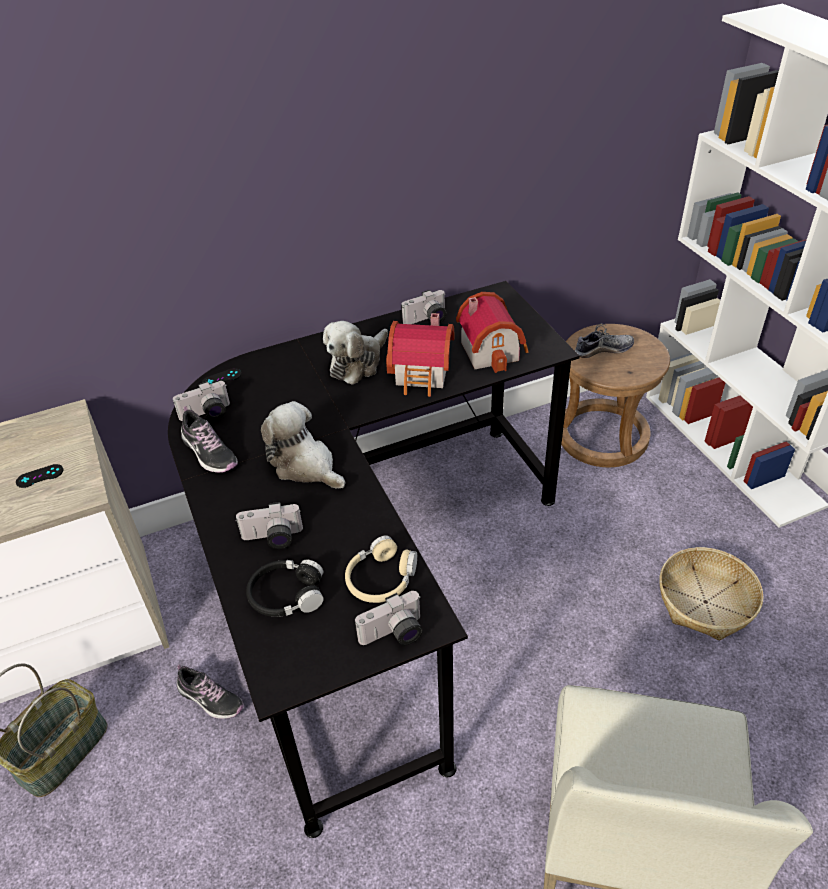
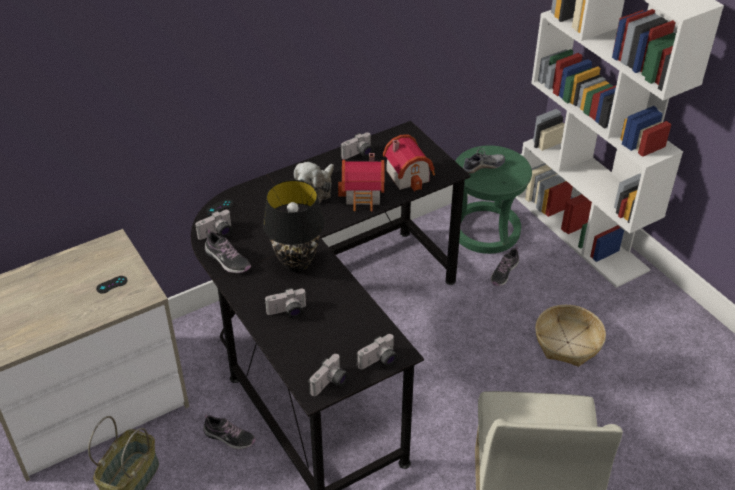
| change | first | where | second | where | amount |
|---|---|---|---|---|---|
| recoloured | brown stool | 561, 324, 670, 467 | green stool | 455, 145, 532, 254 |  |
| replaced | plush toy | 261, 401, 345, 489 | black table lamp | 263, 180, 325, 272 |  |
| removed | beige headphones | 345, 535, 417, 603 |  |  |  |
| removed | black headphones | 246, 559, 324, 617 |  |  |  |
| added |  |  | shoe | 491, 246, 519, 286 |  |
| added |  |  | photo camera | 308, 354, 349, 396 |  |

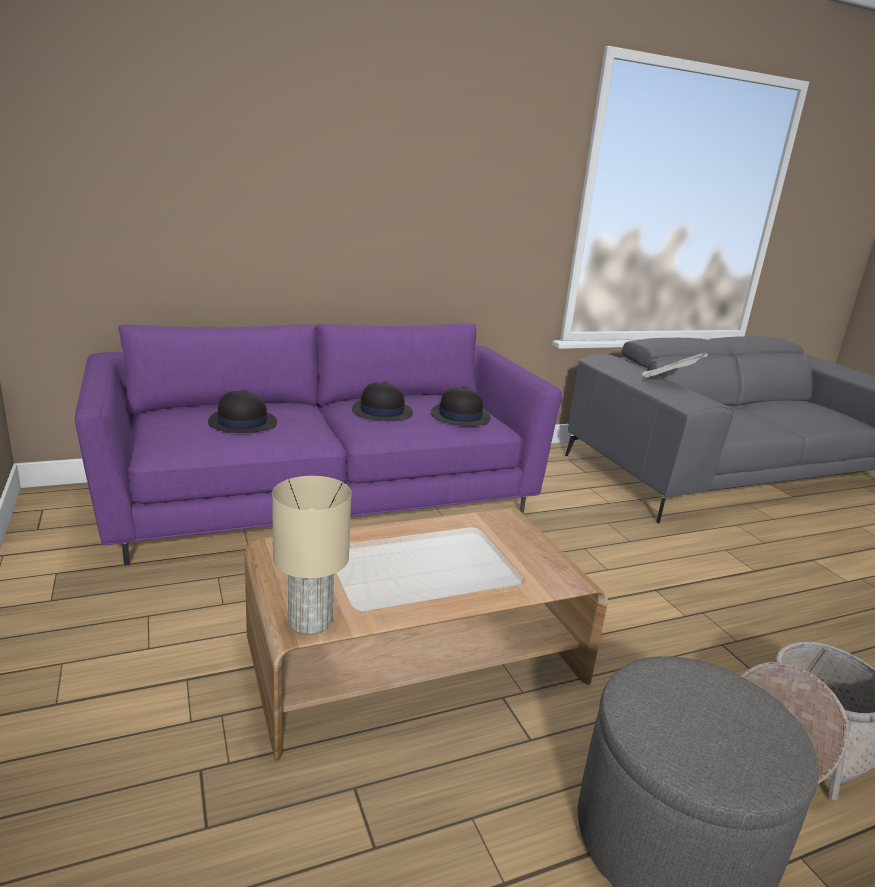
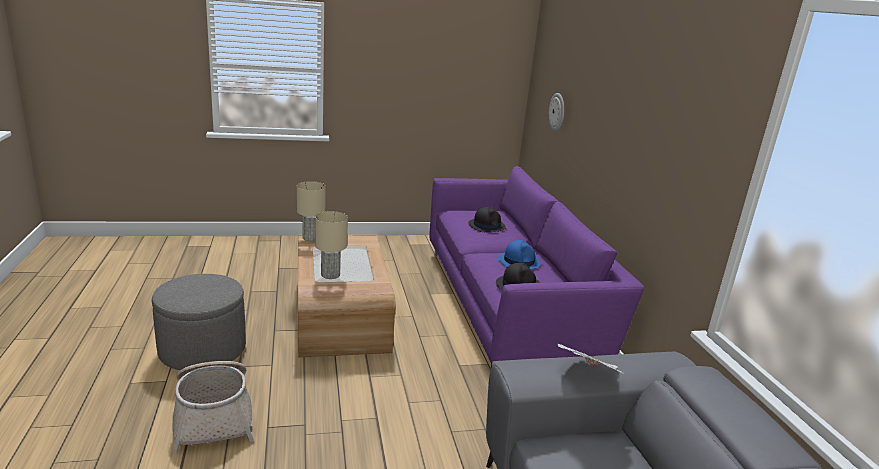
| change | first | where | second | where | amount |
|---|---|---|---|---|---|
| recoloured | black hat | 352, 381, 413, 421 | blue hat | 498, 240, 541, 270 |  |
| added |  |  | wall clock | 549, 93, 564, 131 |  |
| added |  |  | beige table lamp | 315, 211, 348, 279 |  |

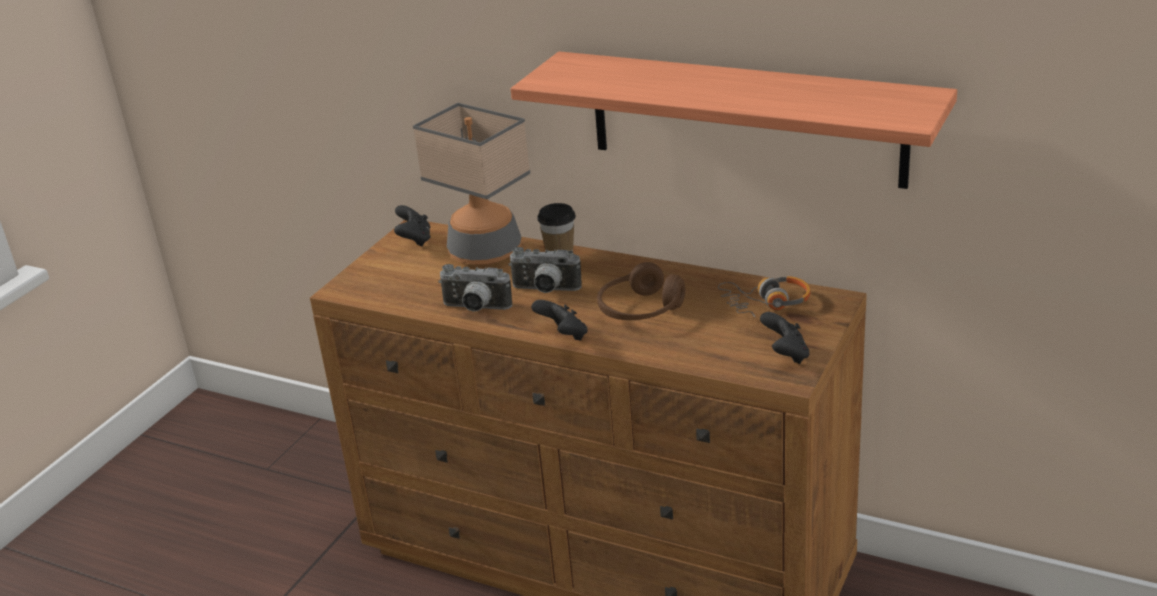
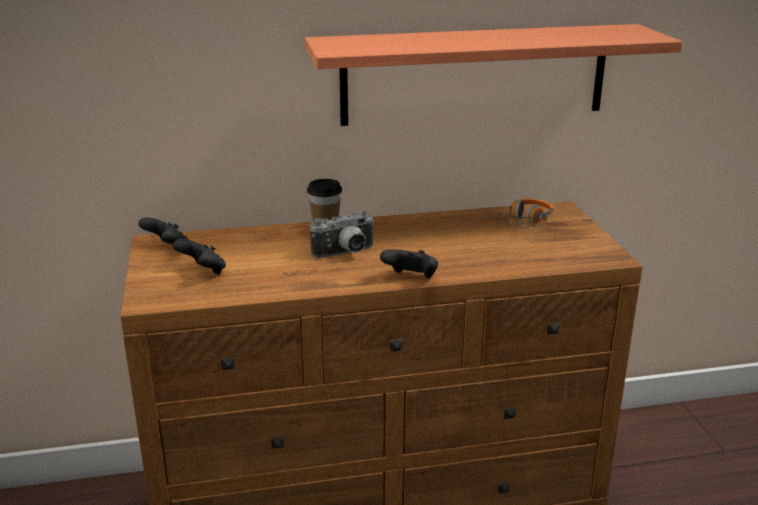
| change | first | where | second | where | amount |
|---|---|---|---|---|---|
| removed | table lamp | 413, 103, 530, 265 |  |  |  |
| removed | brown headphones | 597, 262, 685, 320 |  |  |  |
| removed | photo camera | 438, 264, 512, 312 |  |  |  |
| moved | black game controller | 760, 312, 810, 364 |  | 173, 239, 226, 275 |  |

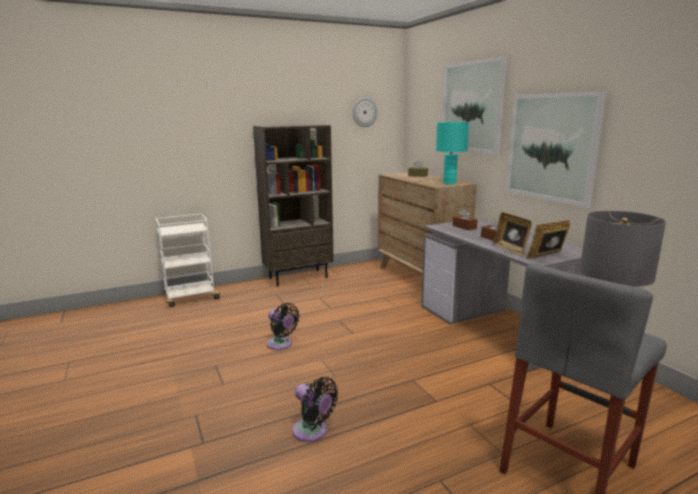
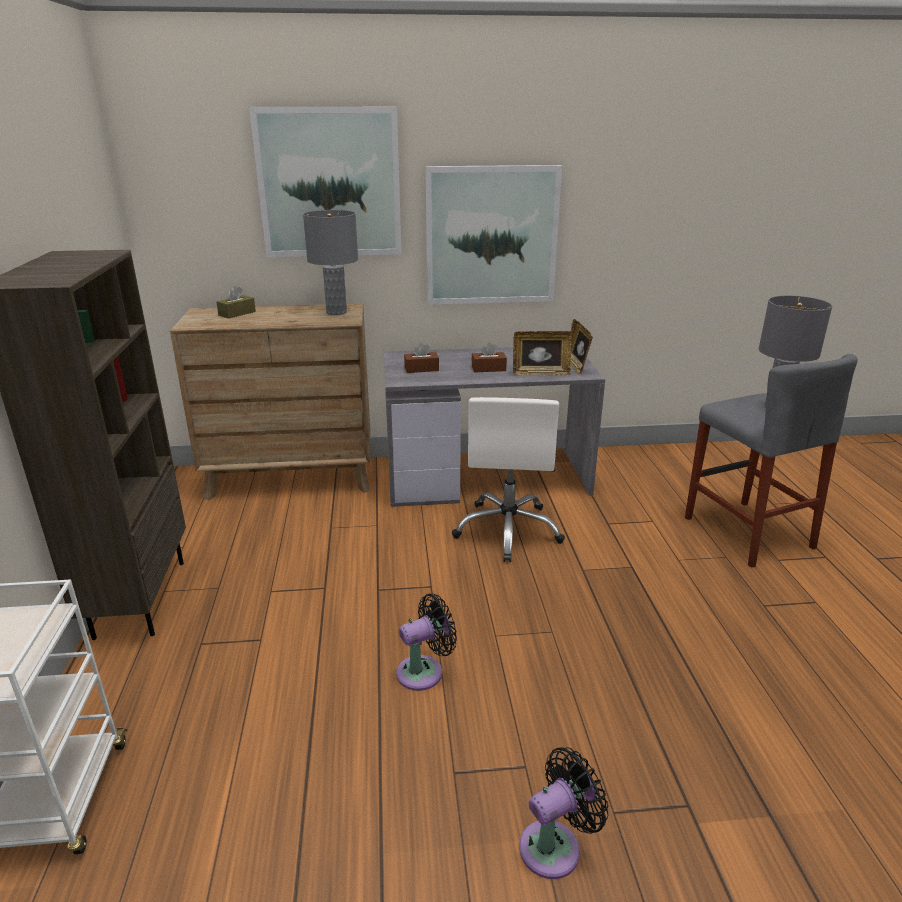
| change | first | where | second | where | amount |
|---|---|---|---|---|---|
| removed | wall clock | 352, 98, 378, 127 |  |  |  |
| recoloured | turquoise table lamp | 436, 122, 469, 184 | grey table lamp | 303, 210, 358, 315 |  |
| moved | black fan | 292, 377, 338, 442 |  | 519, 747, 609, 879 |  |
| added |  |  | white office chair | 452, 397, 565, 562 |  |

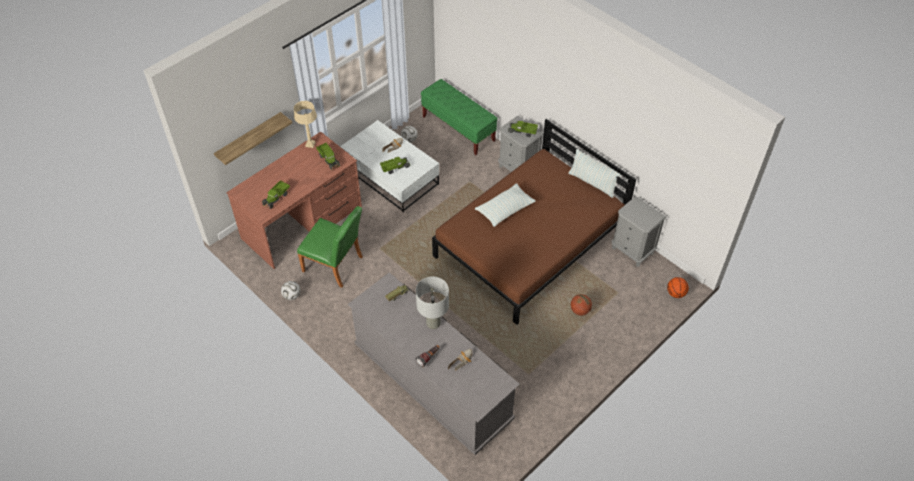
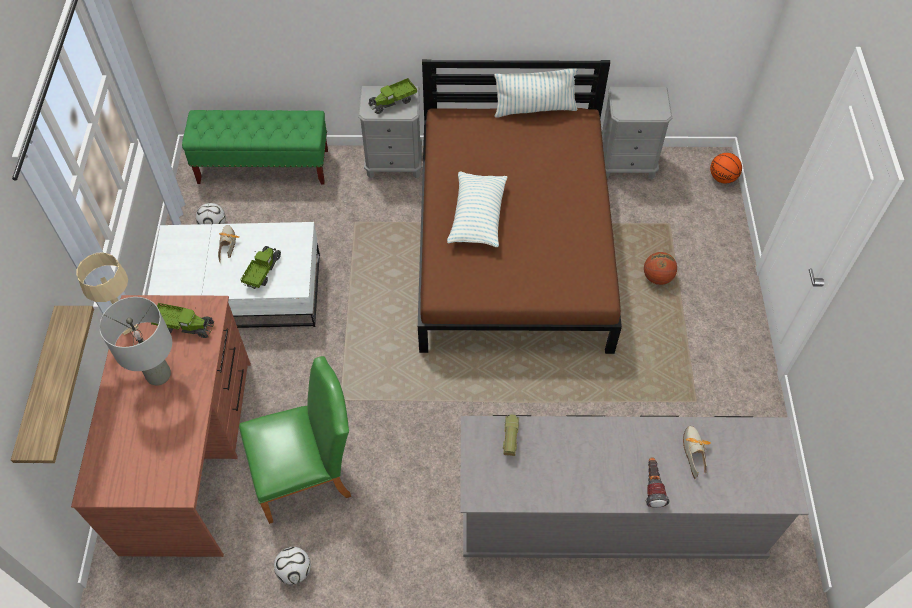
| change | first | where | second | where | amount |
|---|---|---|---|---|---|
| removed | toy truck | 262, 180, 290, 209 |  |  |  |
| moved | grey table lamp | 416, 277, 449, 329 |  | 99, 297, 172, 386 |  |

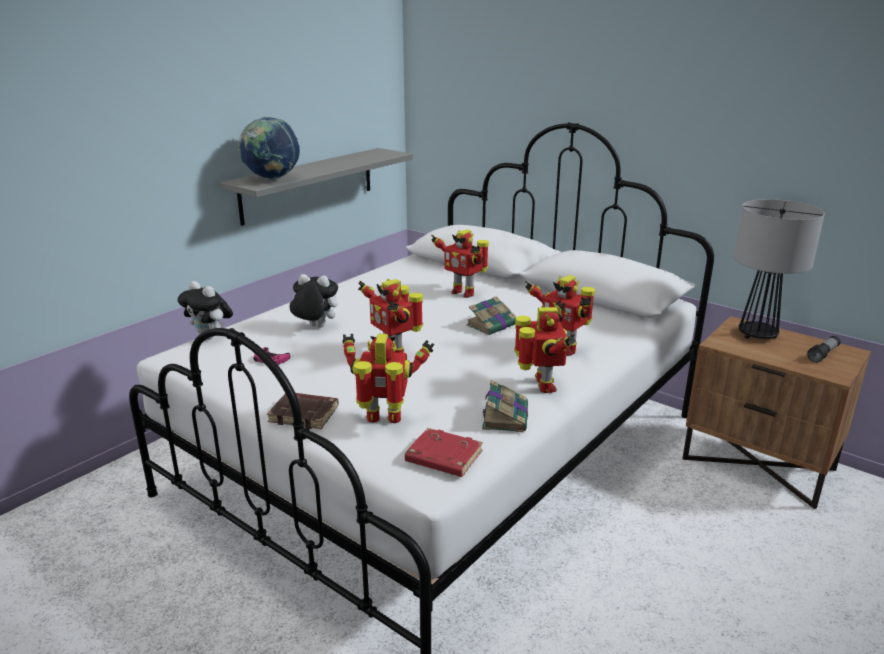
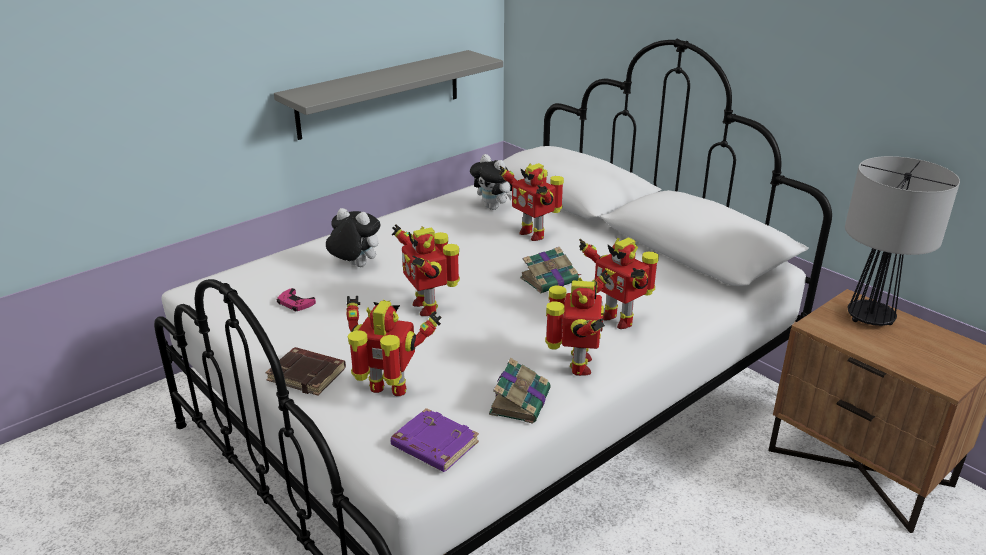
| change | first | where | second | where | amount |
|---|---|---|---|---|---|
| removed | globe | 238, 116, 300, 180 |  |  |  |
| moved | plush toy | 177, 281, 233, 340 |  | 470, 154, 512, 210 |  |
| removed | flashlight | 807, 336, 841, 362 |  |  |  |
| recoloured | red book | 405, 428, 483, 477 | purple book | 390, 408, 479, 472 |  |

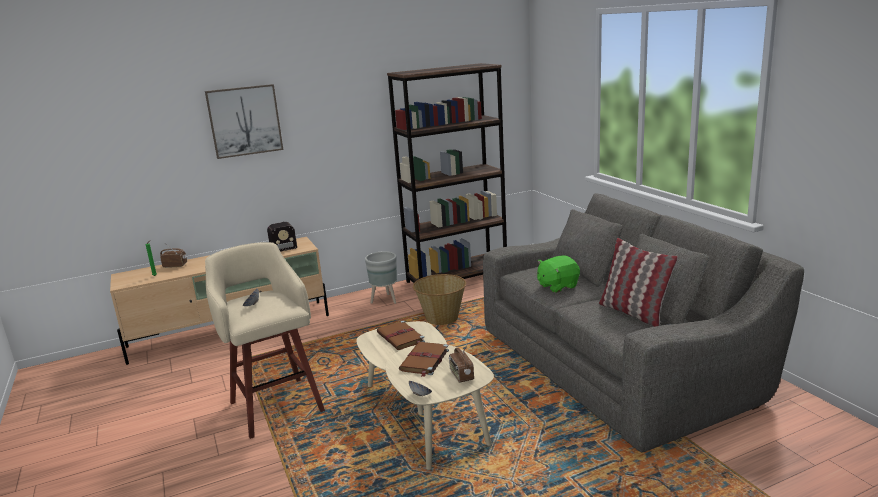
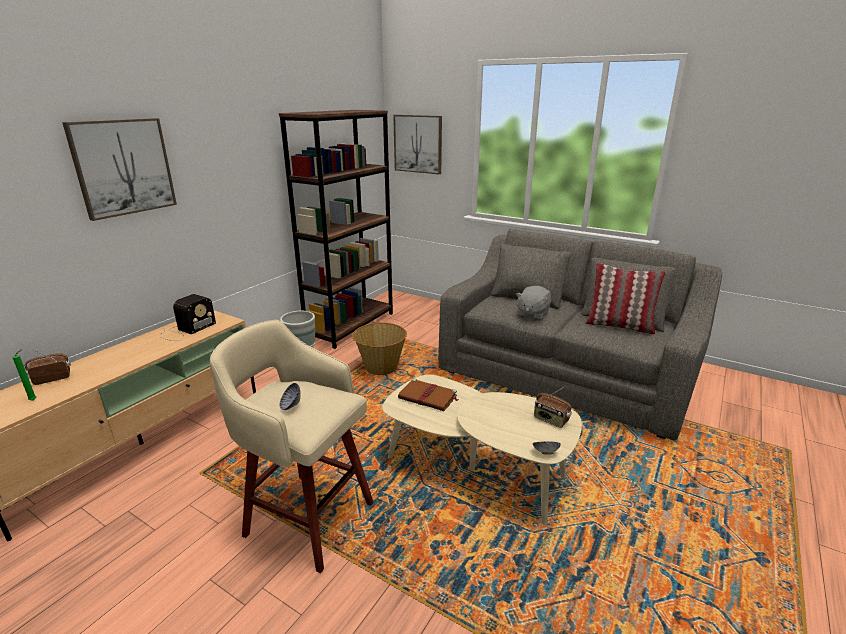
| change | first | where | second | where | amount |
|---|---|---|---|---|---|
| recoloured | green plush toy | 537, 255, 580, 293 | grey plush toy | 516, 286, 551, 321 |  |
| removed | brown book | 399, 342, 449, 377 |  |  |  |
| added |  |  | picture | 393, 115, 442, 174 |  |

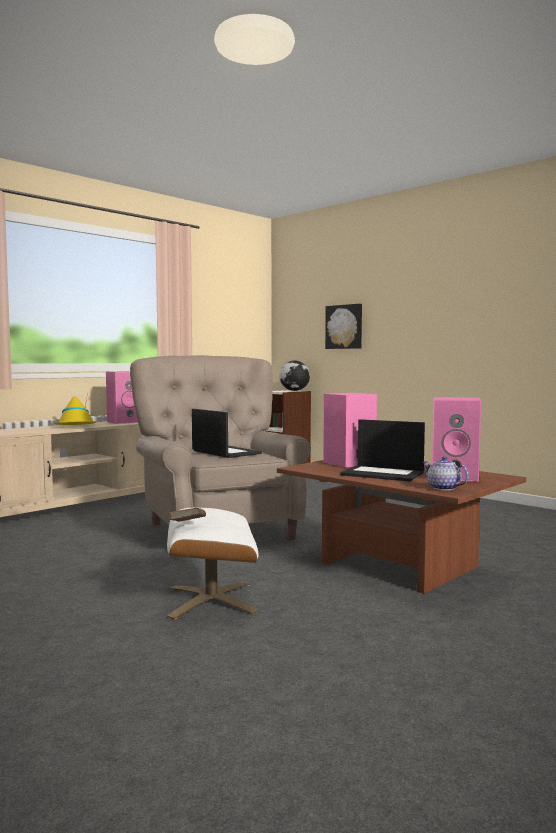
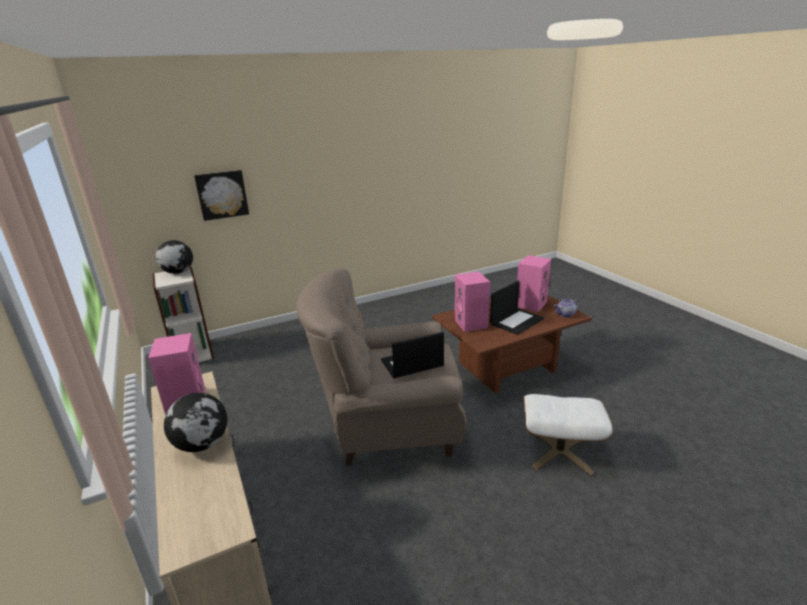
| change | first | where | second | where | amount |
|---|---|---|---|---|---|
| replaced | yellow hat | 54, 393, 97, 425 | globe | 164, 393, 227, 452 |  |
| removed | brown book | 169, 508, 206, 522 |  |  |  |

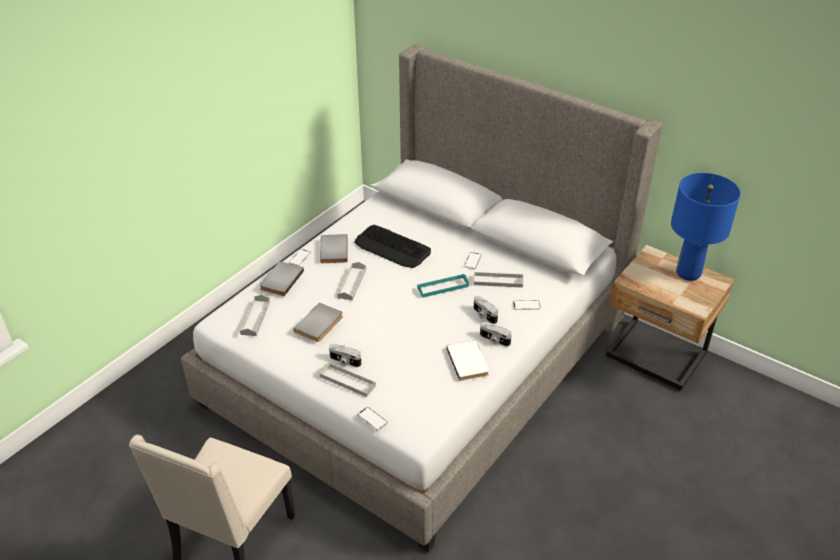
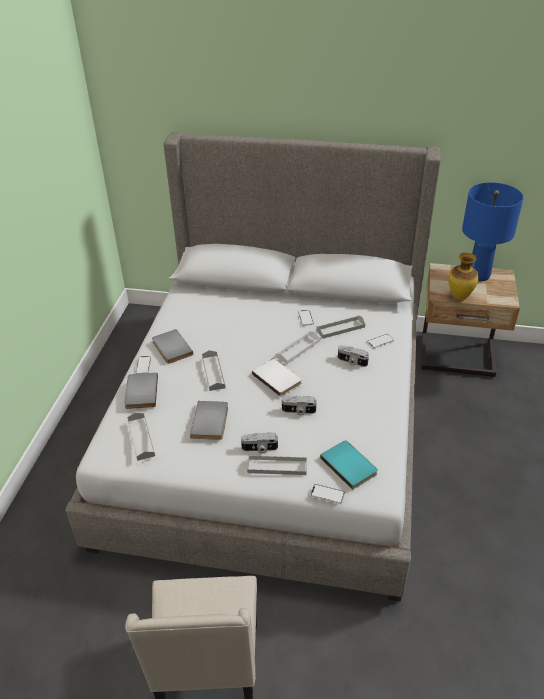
| change | first | where | second | where | amount |
|---|---|---|---|---|---|
| removed | keyboard | 354, 225, 431, 268 |  |  |  |
| recoloured | turquoise tray | 417, 274, 469, 298 | white tray | 276, 331, 320, 364 |  |
| moved | photo camera | 480, 322, 512, 347 |  | 282, 395, 316, 415 |  |
| moved | white book | 446, 340, 489, 381 |  | 252, 359, 302, 397 |  |
| added |  |  | vase | 448, 253, 479, 300 |  |
| added |  |  | turquoise book | 320, 440, 378, 490 |  |

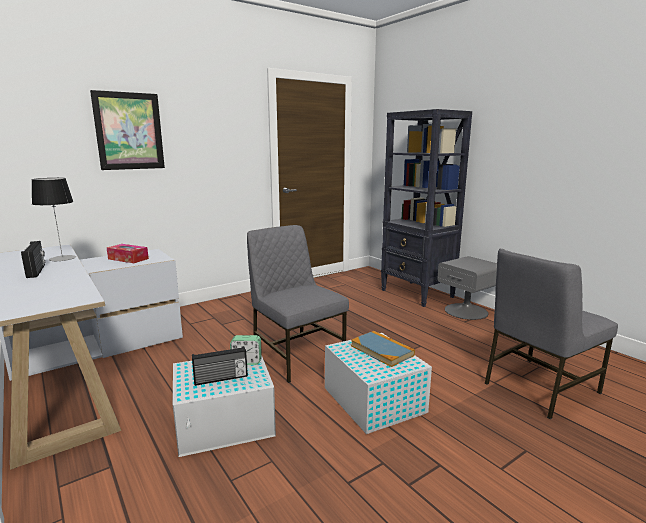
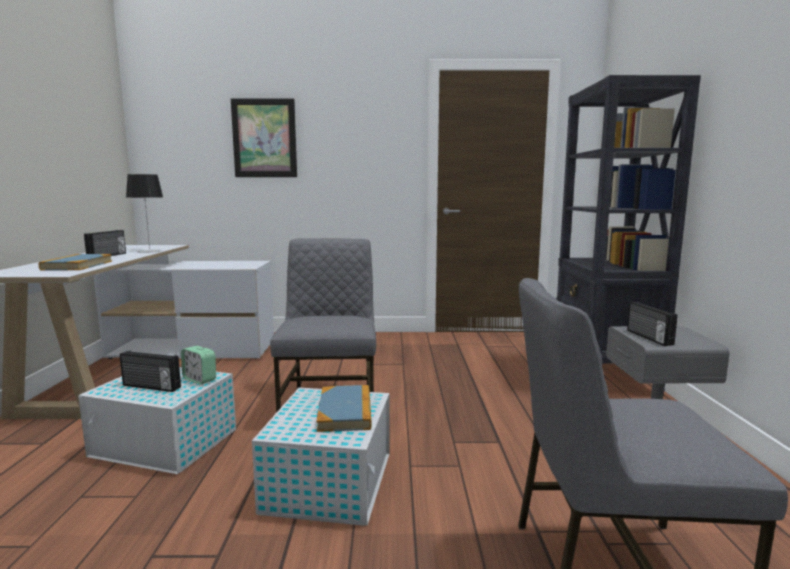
| change | first | where | second | where | amount |
|---|---|---|---|---|---|
| removed | tissue box | 107, 244, 149, 263 |  |  |  |
| added |  |  | book | 39, 254, 112, 271 |  |
| added |  |  | radio | 627, 302, 678, 346 |  |

